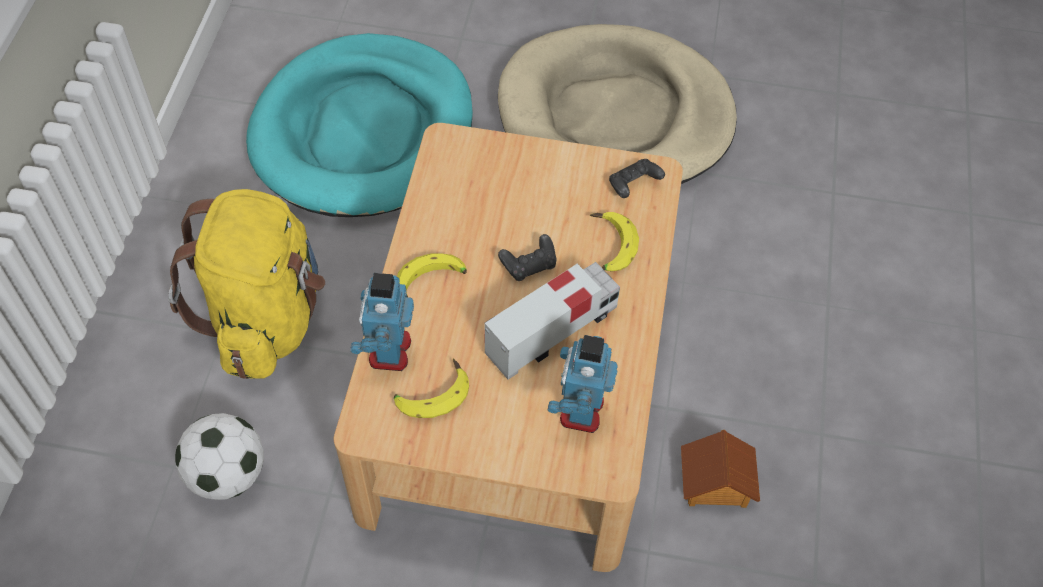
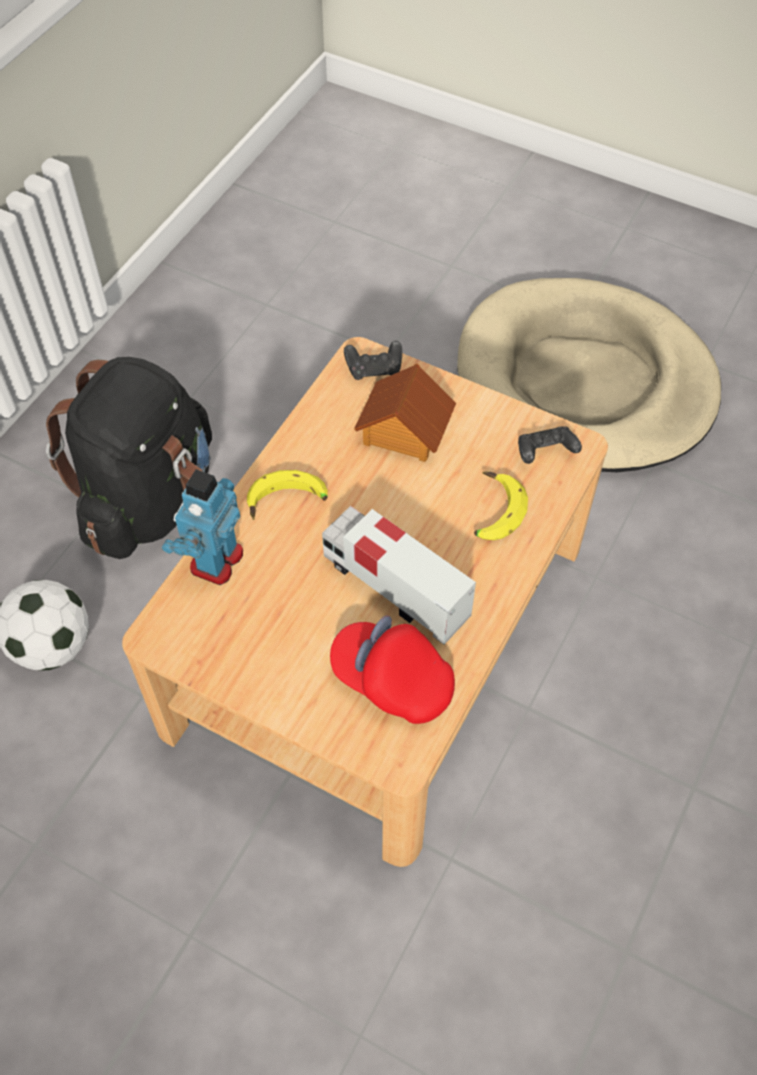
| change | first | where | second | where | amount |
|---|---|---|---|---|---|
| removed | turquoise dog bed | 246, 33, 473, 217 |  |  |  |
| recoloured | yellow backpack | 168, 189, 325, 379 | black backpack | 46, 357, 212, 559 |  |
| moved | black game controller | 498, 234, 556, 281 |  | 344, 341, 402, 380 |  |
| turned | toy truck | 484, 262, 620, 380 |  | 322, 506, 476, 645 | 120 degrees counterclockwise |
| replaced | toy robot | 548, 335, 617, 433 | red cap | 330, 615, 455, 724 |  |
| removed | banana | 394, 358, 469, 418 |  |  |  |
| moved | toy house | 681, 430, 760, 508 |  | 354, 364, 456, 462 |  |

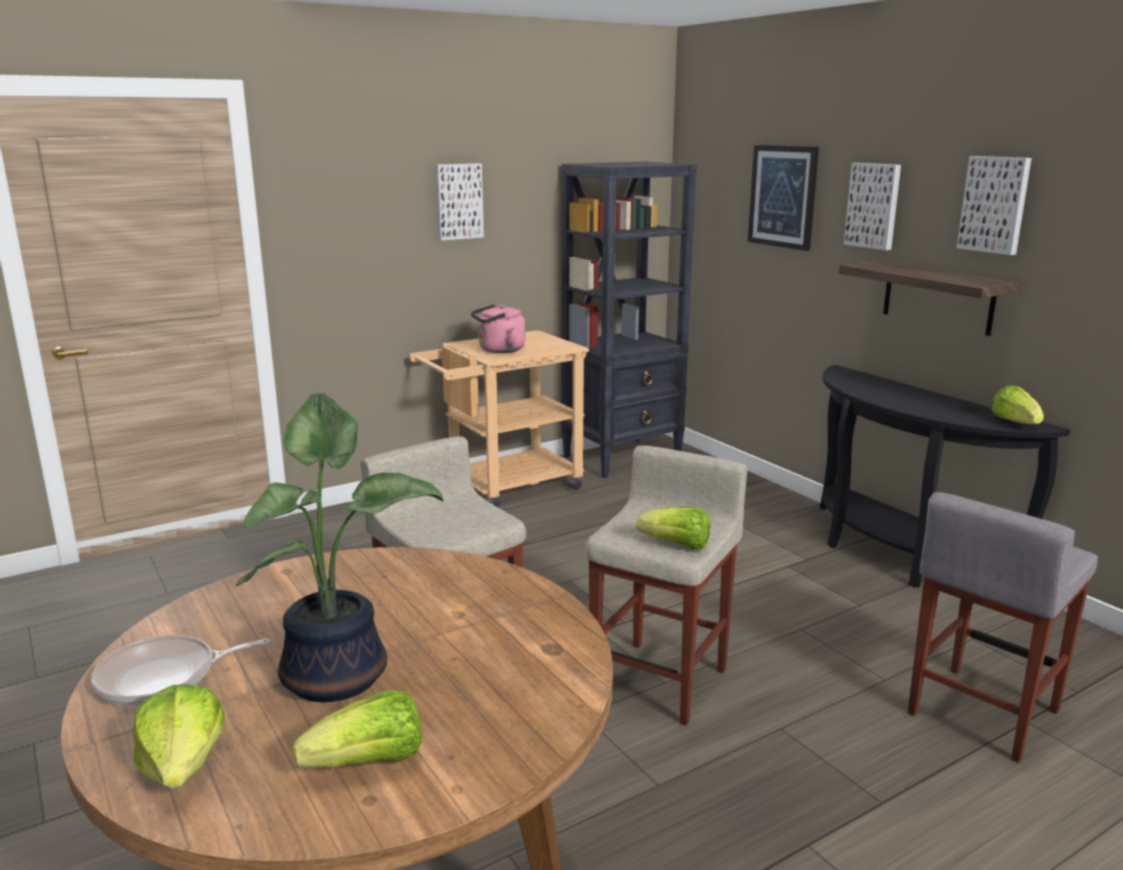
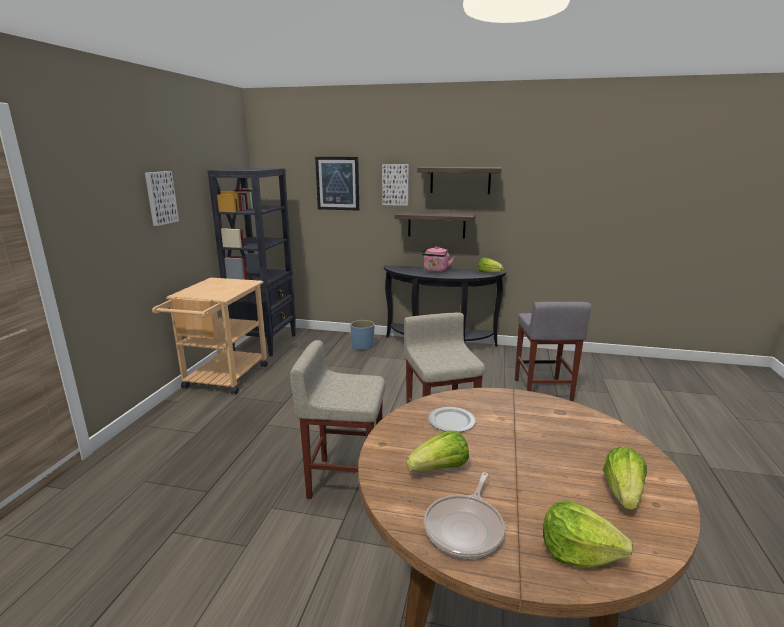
| change | first | where | second | where | amount |
|---|---|---|---|---|---|
| replaced | picture | 957, 156, 1032, 255 | shelf | 417, 167, 502, 194 |  |
| moved | pink kettle | 471, 304, 525, 353 |  | 421, 246, 455, 273 |  |
| removed | potted plant | 235, 393, 444, 702 |  |  |  |
| moved | lettuce | 636, 507, 710, 550 |  | 406, 431, 469, 472 |  |
| added |  |  | blue planter | 350, 320, 374, 351 |  |
| added |  |  | plate | 428, 407, 476, 432 |  |

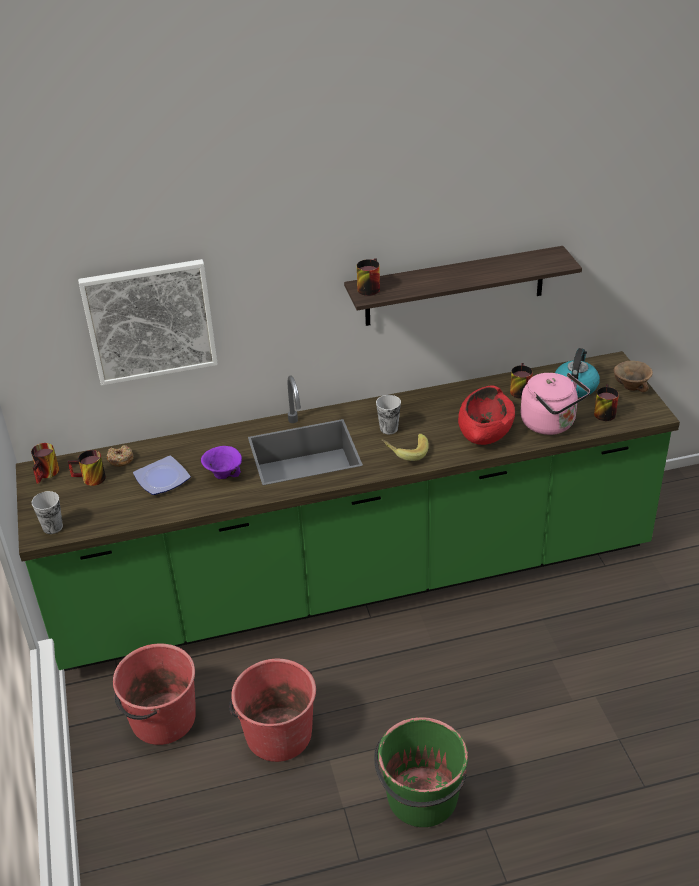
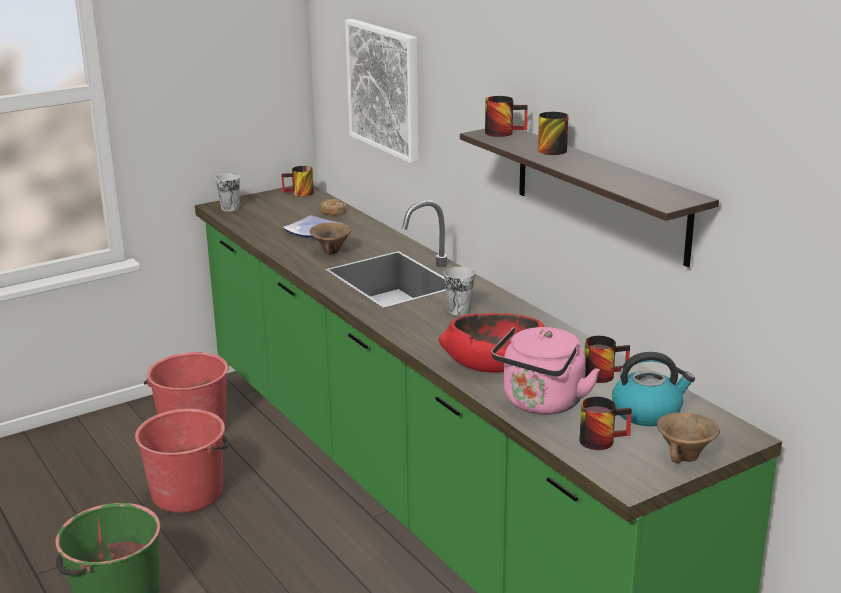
| change | first | where | second | where | amount |
|---|---|---|---|---|---|
| removed | banana | 382, 434, 429, 461 |  |  |  |
| recoloured | purple bowl | 201, 446, 242, 479 | brown bowl | 310, 222, 352, 255 |  |
| moved | mug | 68, 450, 106, 486 |  | 538, 112, 569, 155 |  |

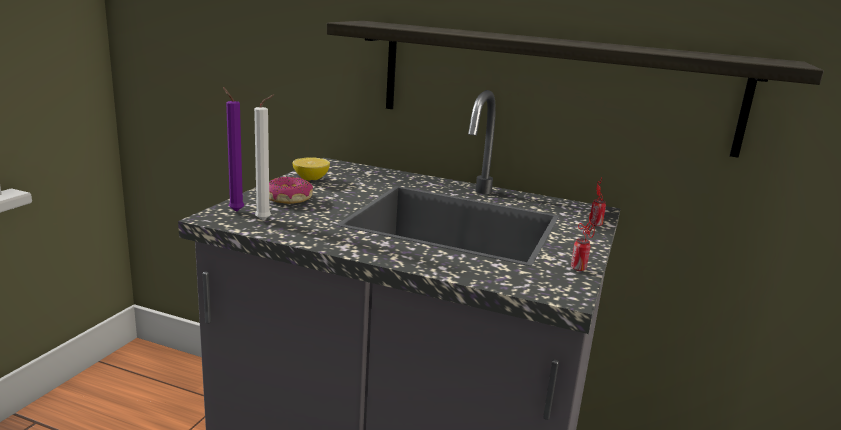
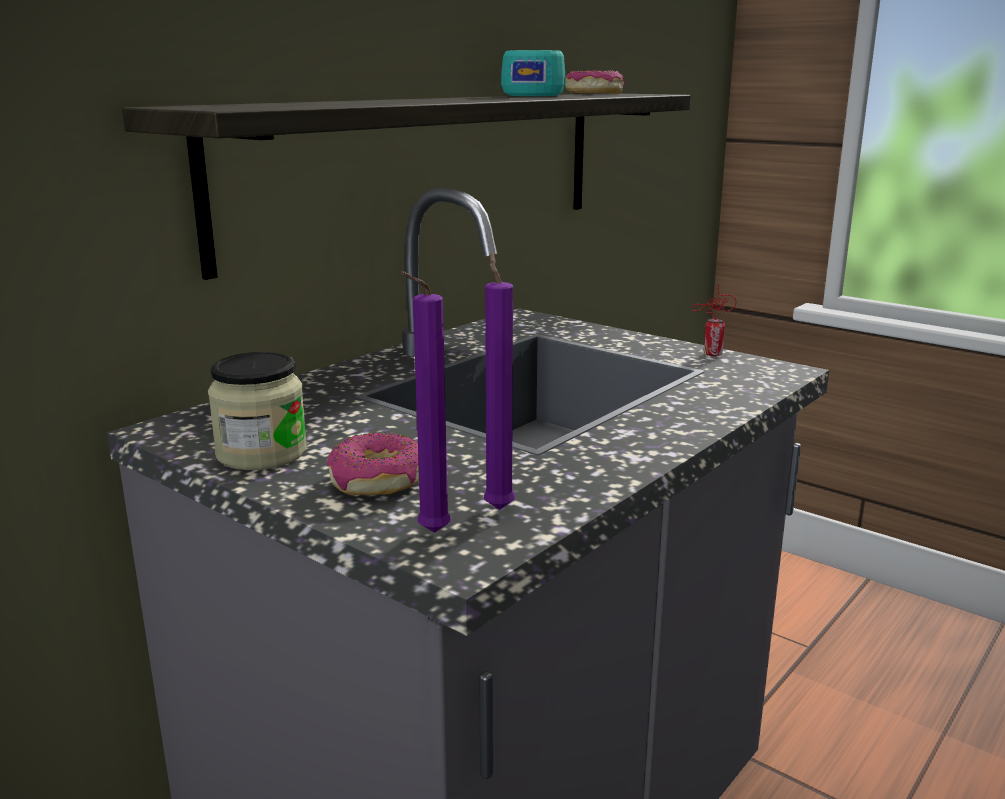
| change | first | where | second | where | amount |
|---|---|---|---|---|---|
| recoloured | white candle | 254, 94, 274, 221 | purple candle | 484, 252, 515, 510 |  |
| replaced | lemon | 293, 157, 330, 180 | jar | 208, 352, 307, 470 |  |
| removed | can | 589, 177, 606, 226 |  |  |  |
| added |  |  | turquoise cup | 501, 50, 565, 96 |  |
| added |  |  | donut | 565, 70, 625, 94 |  |

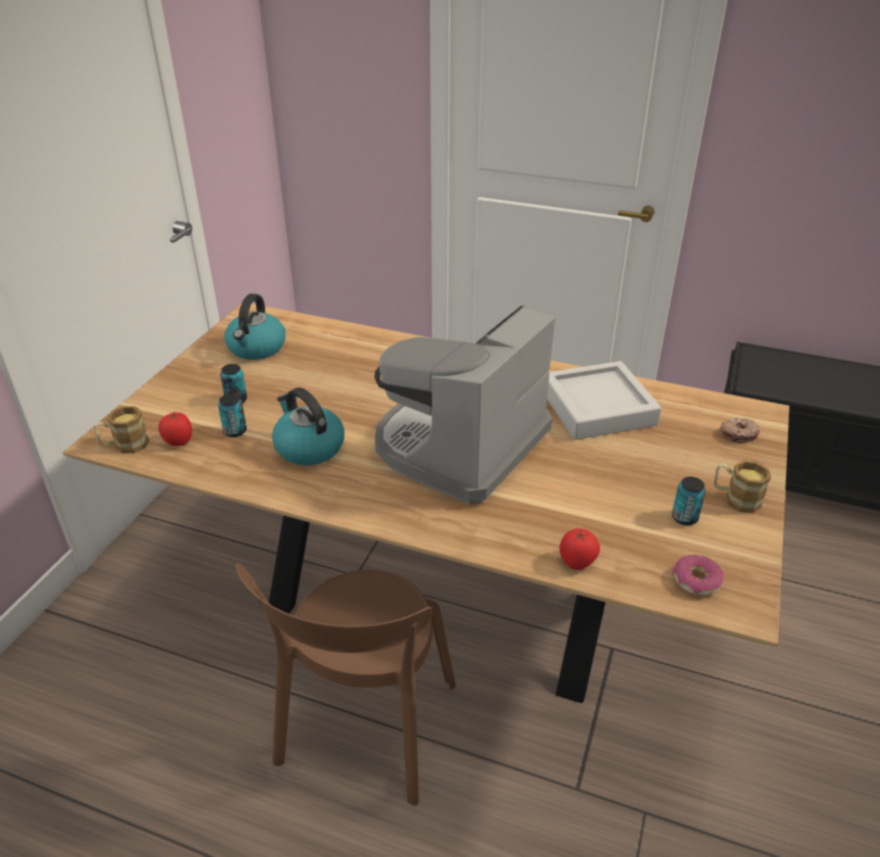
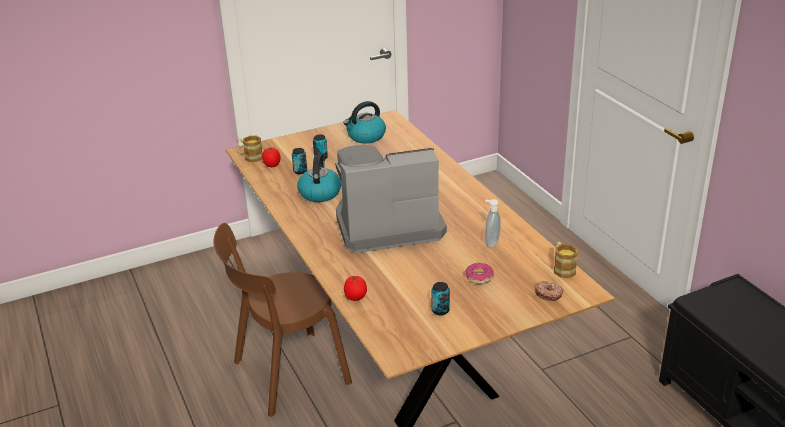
| change | first | where | second | where | amount |
|---|---|---|---|---|---|
| replaced | grey tray | 547, 361, 662, 440 | soap dispenser | 485, 199, 501, 247 |  |
| moved | mug | 714, 460, 771, 513 |  | 554, 242, 578, 278 |  |
| moved | donut | 672, 555, 724, 596 |  | 465, 263, 494, 284 |  |

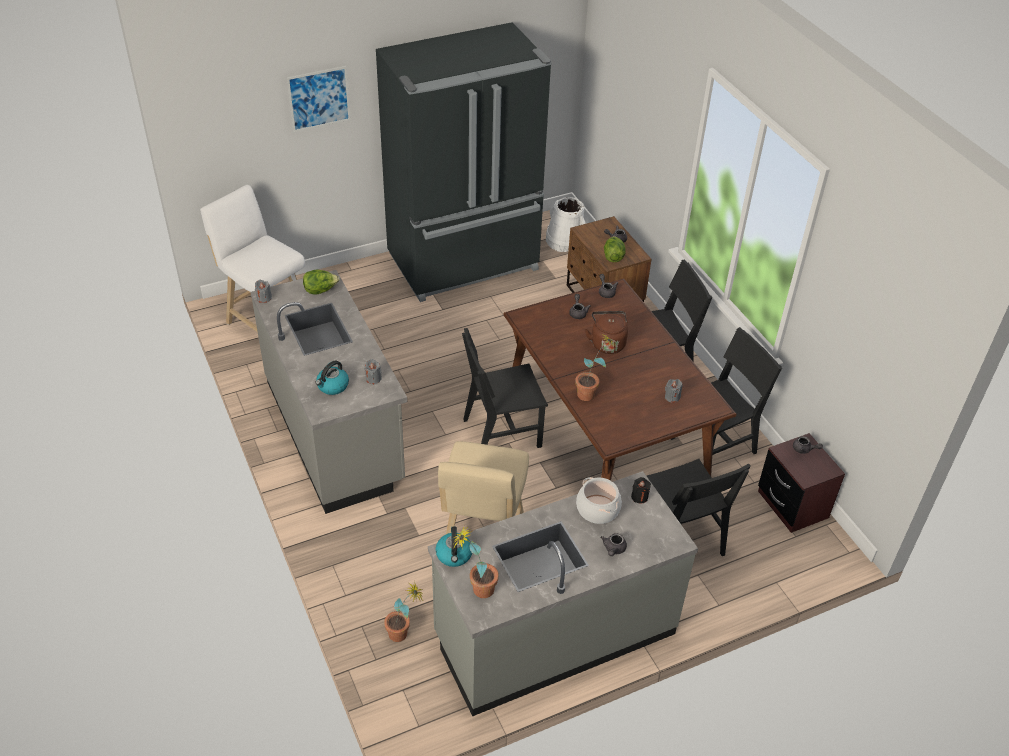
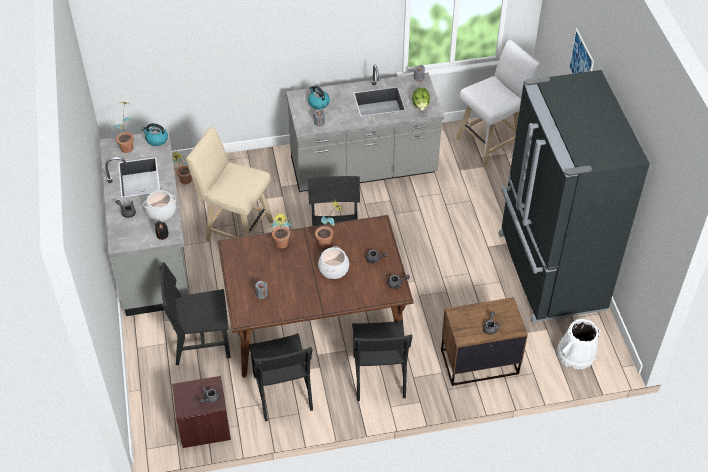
| change | first | where | second | where | amount |
|---|---|---|---|---|---|
| removed | lettuce | 604, 236, 626, 262 |  |  |  |
| replaced | brown kettle | 585, 311, 628, 354 | cooking pot | 318, 246, 349, 279 |  |
| added |  |  | potted plant | 315, 200, 343, 248 |  |

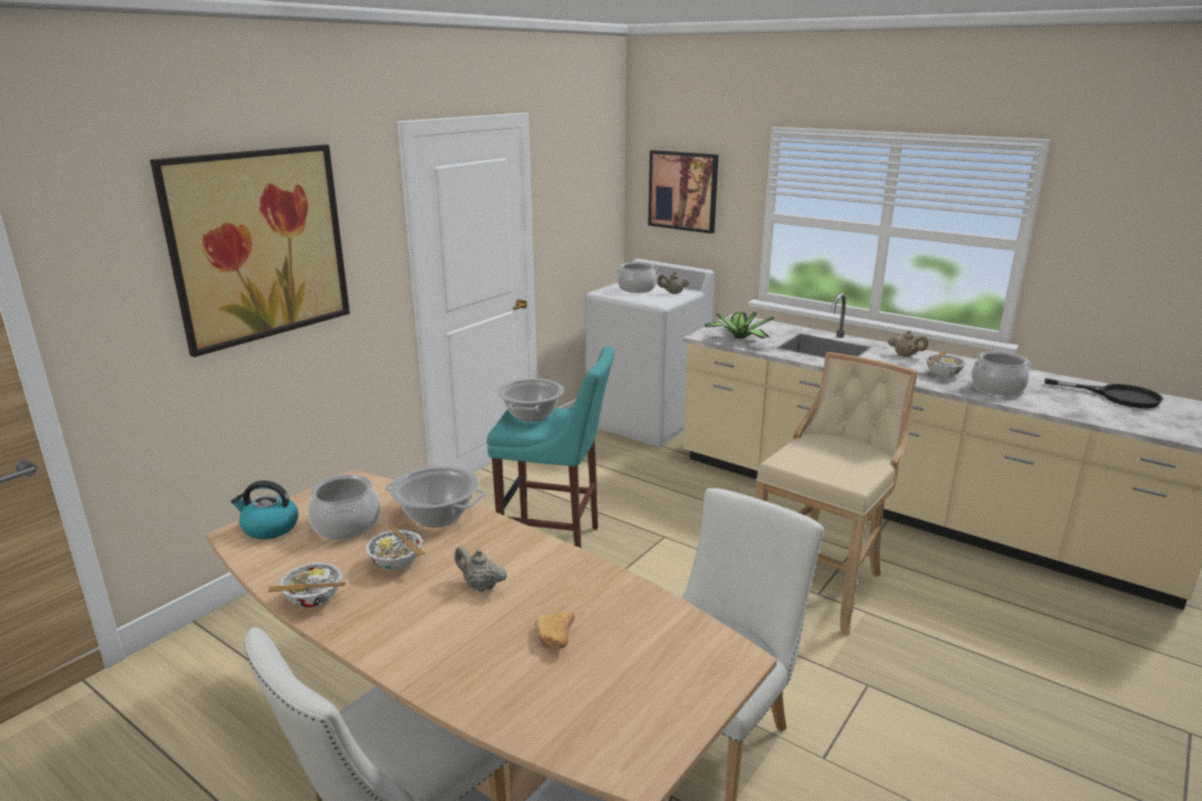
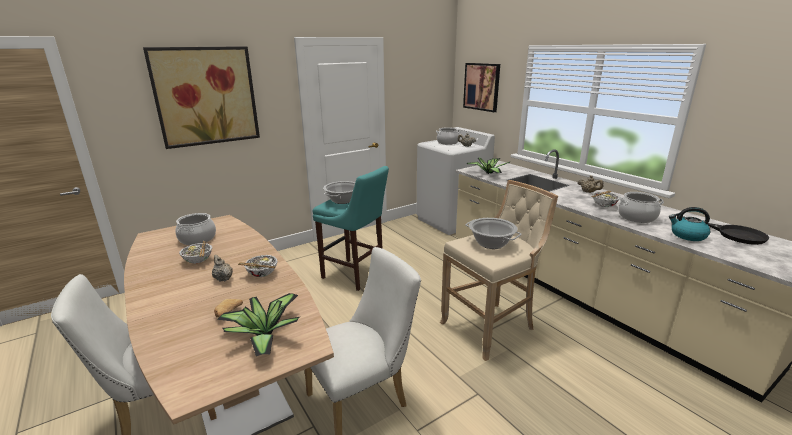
| change | first | where | second | where | amount |
|---|---|---|---|---|---|
| moved | cooking pot | 385, 466, 486, 527 |  | 465, 218, 522, 249 |  |
| moved | kettle | 231, 480, 298, 539 |  | 669, 207, 710, 241 |  |
| moved | bowl | 268, 562, 346, 608 |  | 238, 255, 278, 277 |  |
| added |  |  | potted plant | 217, 293, 300, 356 |  |

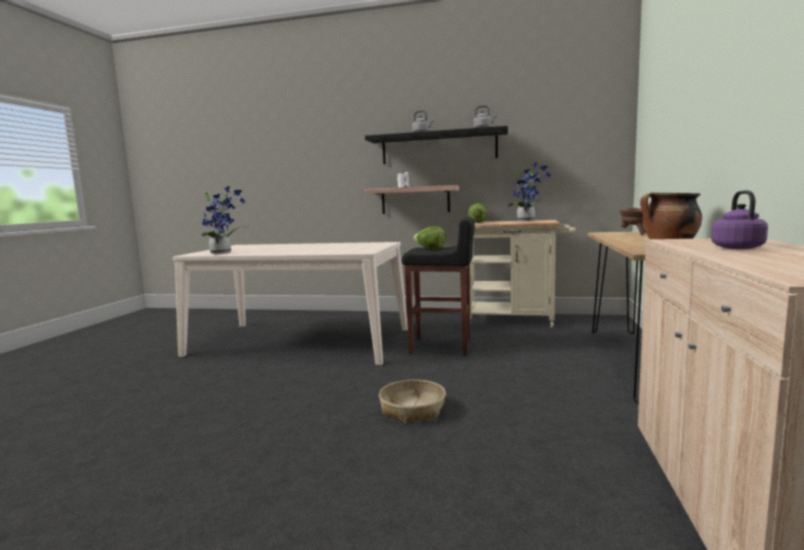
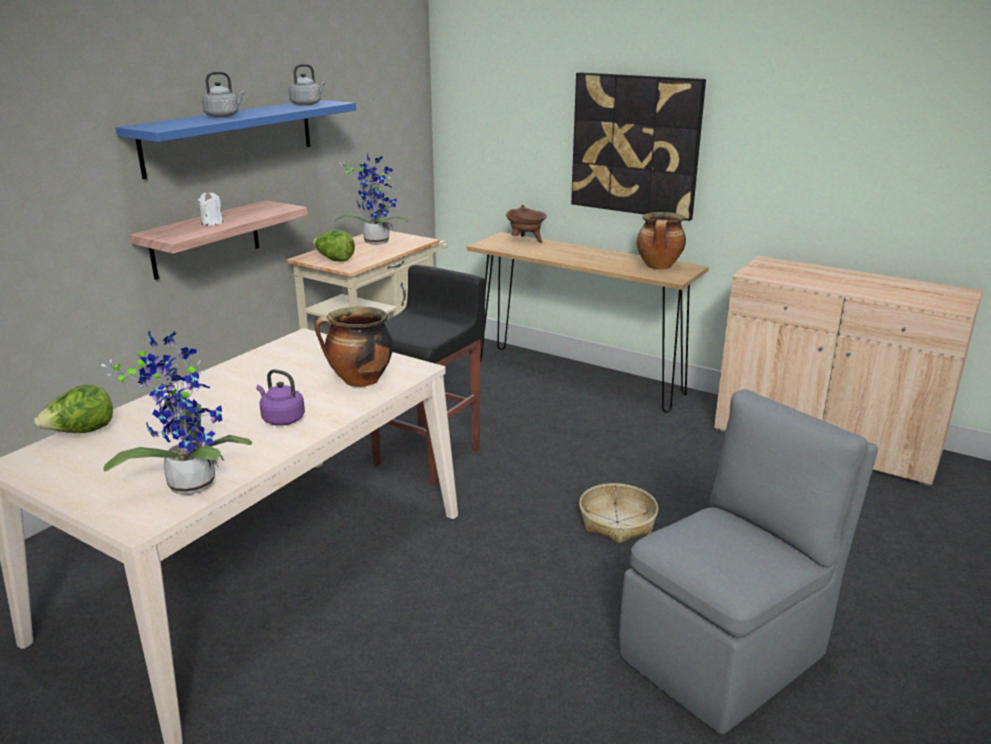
| change | first | where | second | where | amount |
|---|---|---|---|---|---|
| recoloured | black shelf | 365, 126, 508, 164 | blue shelf | 116, 100, 356, 179 |  |
| moved | purple kettle | 711, 190, 768, 249 |  | 256, 369, 305, 426 |  |
| moved | lettuce | 413, 226, 446, 250 |  | 34, 385, 113, 433 |  |
| added |  |  | picture | 571, 72, 706, 221 |  |
| added |  |  | cooking pot | 315, 306, 393, 387 |  |
| added |  |  | grey chair | 619, 389, 878, 734 |  |

